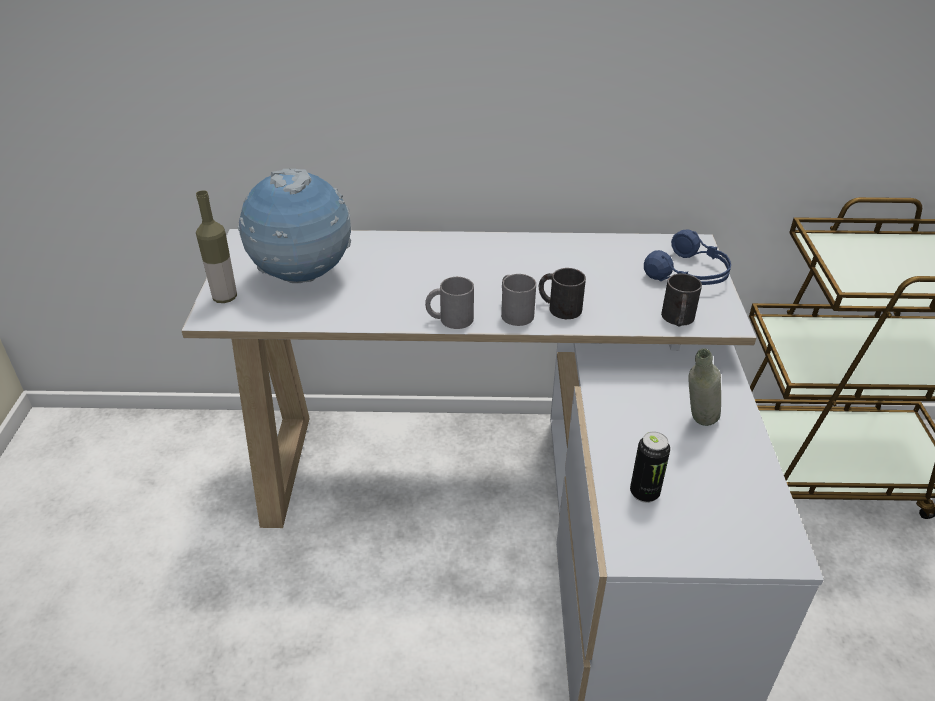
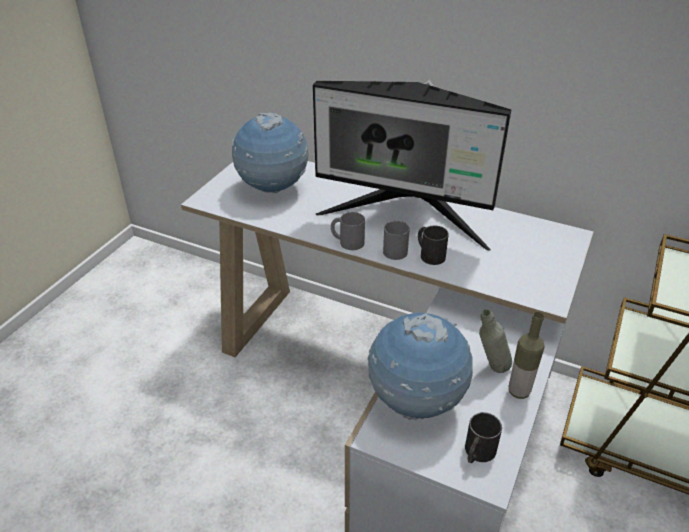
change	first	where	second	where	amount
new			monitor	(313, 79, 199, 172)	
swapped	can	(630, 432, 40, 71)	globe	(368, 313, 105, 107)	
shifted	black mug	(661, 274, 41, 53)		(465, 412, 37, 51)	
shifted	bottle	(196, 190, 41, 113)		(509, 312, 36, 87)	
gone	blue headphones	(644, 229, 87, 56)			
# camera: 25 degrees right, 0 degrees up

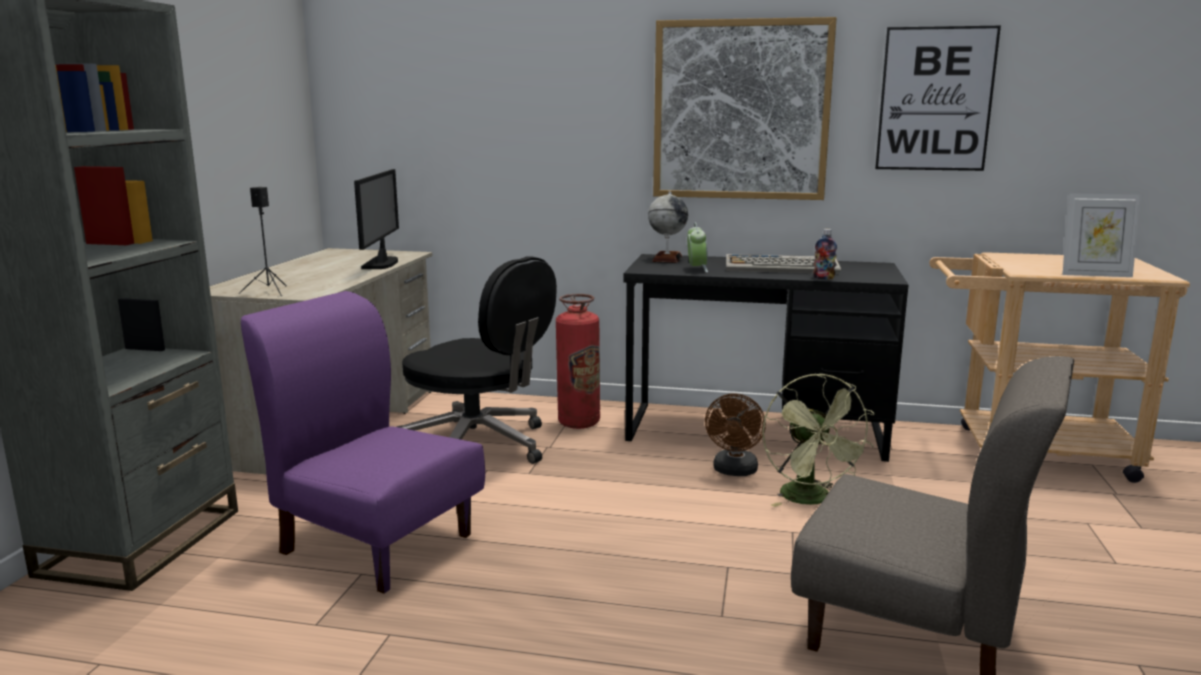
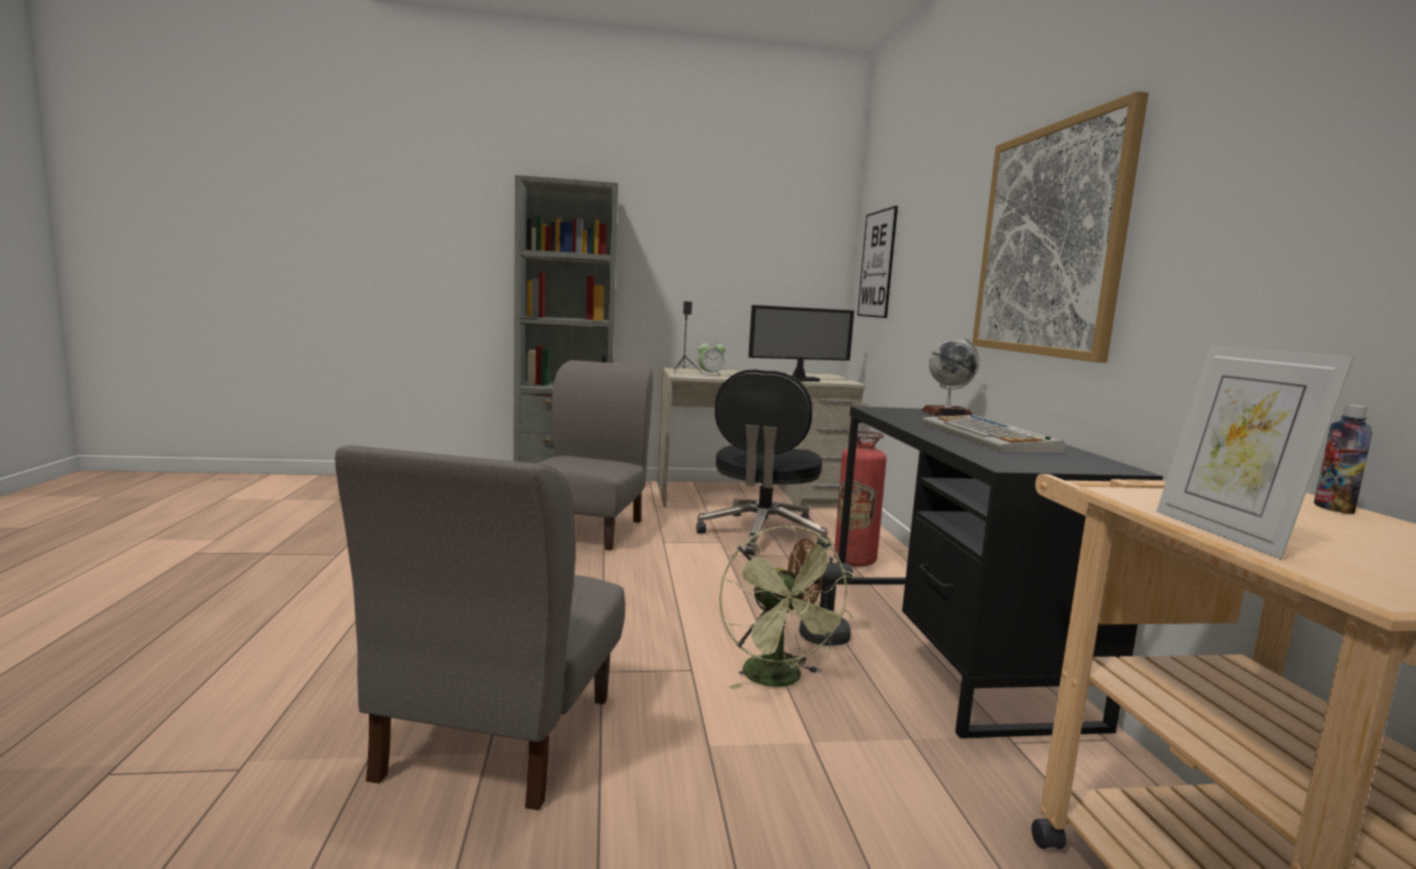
change	first	where	second	where	amount
repainted	purple chair	(241, 291, 244, 303)	grey chair	(536, 360, 117, 190)	
shifted	alarm clock	(687, 222, 21, 50)		(698, 339, 27, 37)	
rotated	green fan	(762, 373, 113, 134)		(719, 525, 136, 165)	75 degrees counterclockwise
shifted	picture	(875, 26, 126, 145)		(857, 206, 41, 112)	
shifted	bottle	(813, 229, 24, 51)		(1314, 405, 58, 109)	
# camera: 70 degrees right, 5 degrees down

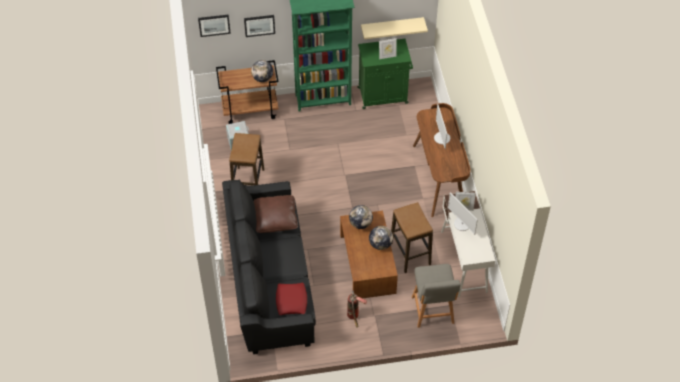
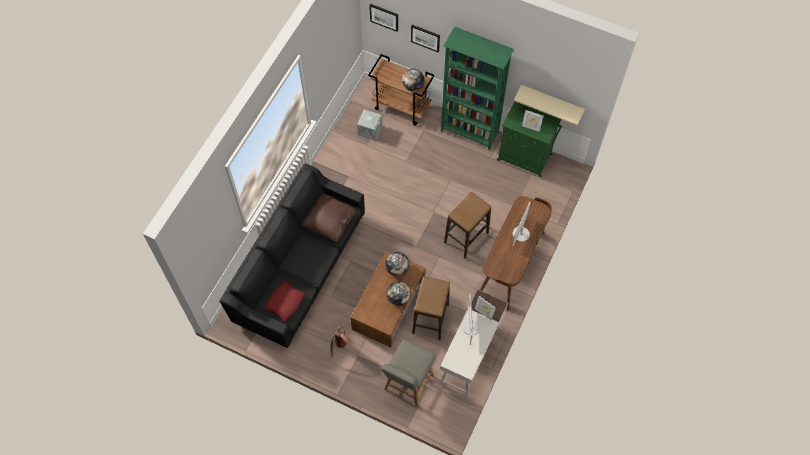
change	first	where	second	where	amount
shifted	stool	(229, 133, 35, 52)		(444, 192, 47, 66)	
# camera: 35 degrees right, 10 degrees up

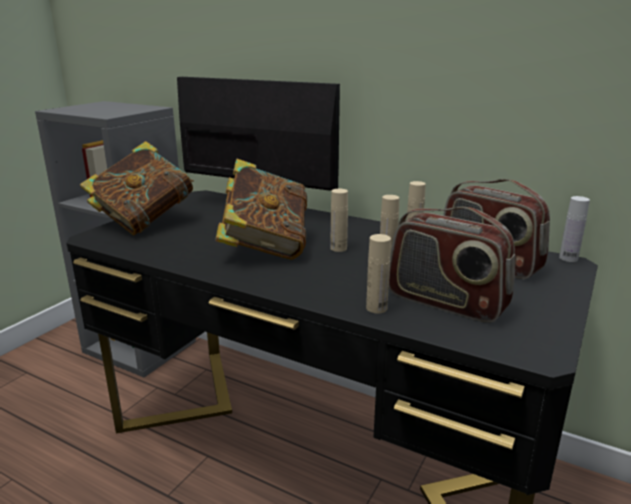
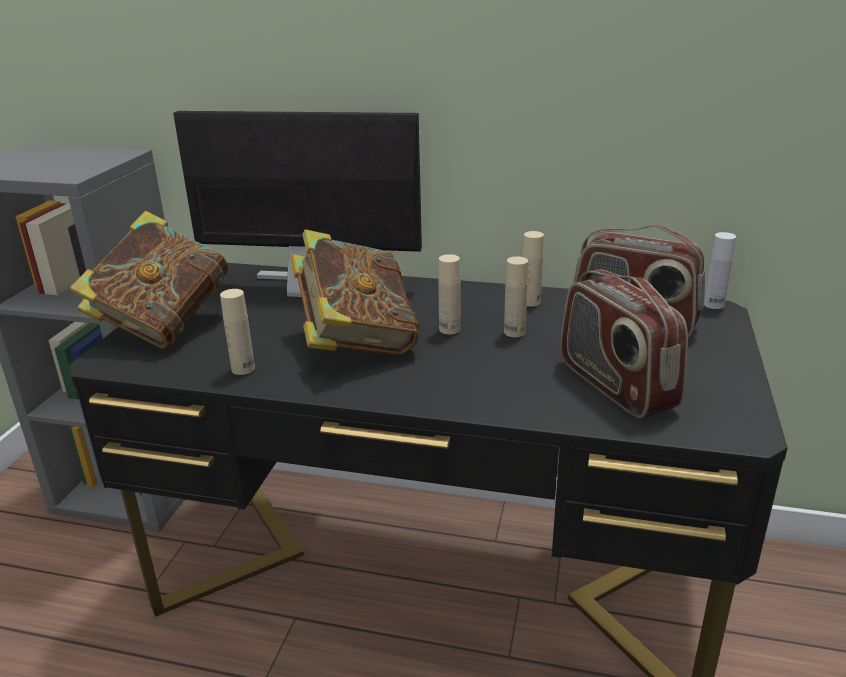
change	first	where	second	where	amount
shifted	beige bottle	(366, 234, 25, 80)		(220, 289, 35, 86)	
rotated	radio	(389, 207, 126, 116)		(560, 269, 128, 149)	45 degrees clockwise
# camera: 15 degrees left, 5 degrees up

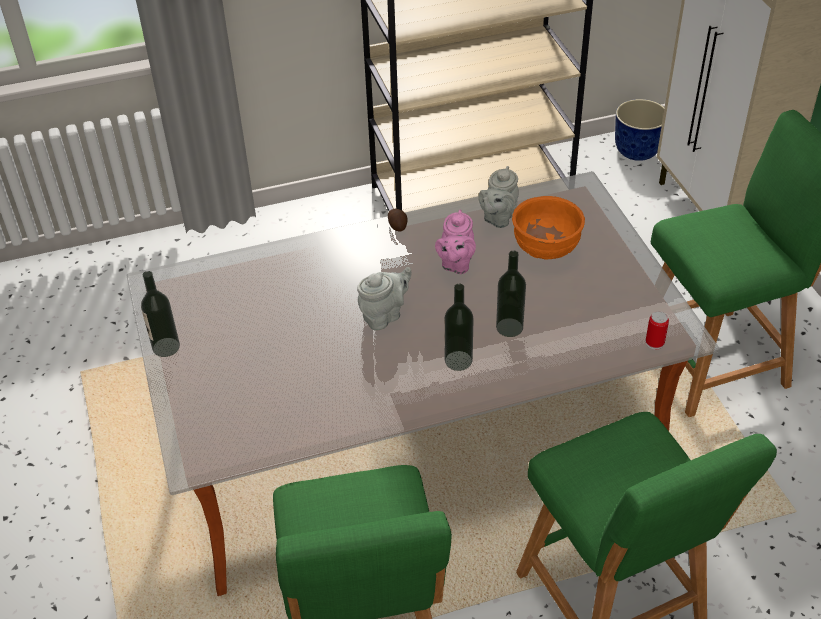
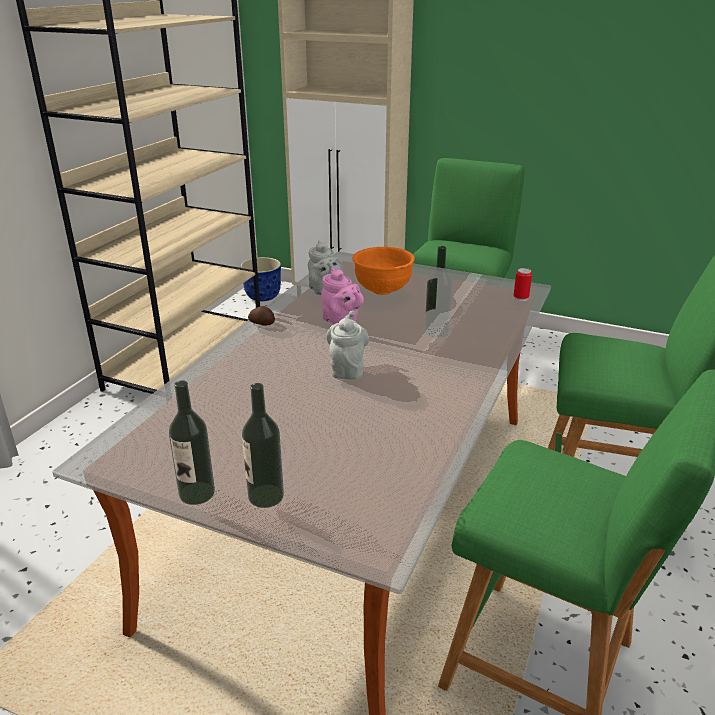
change	first	where	second	where	amount
shifted	bottle	(444, 284, 30, 87)		(242, 383, 42, 125)	
# camera: 50 degrees left, 15 degrees down

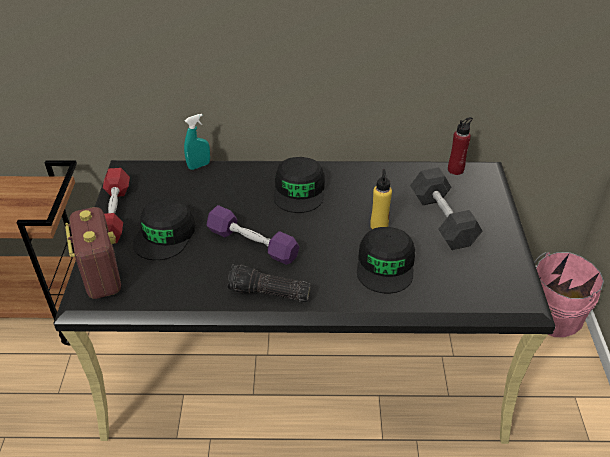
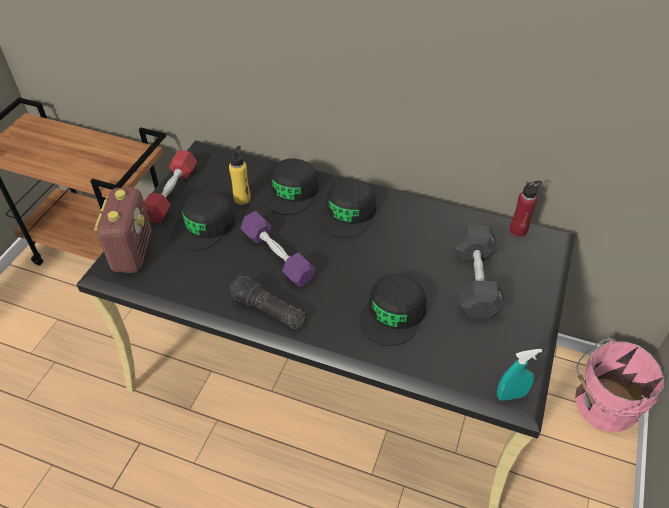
change	first	where	second	where	amount
shifted	yellow bottle	(370, 169, 22, 60)		(229, 146, 22, 59)	
new			black cap	(263, 158, 56, 57)	
shifted	turquoise spray bottle	(184, 114, 26, 56)		(497, 349, 45, 52)	
# camera: 20 degrees right, 5 degrees up

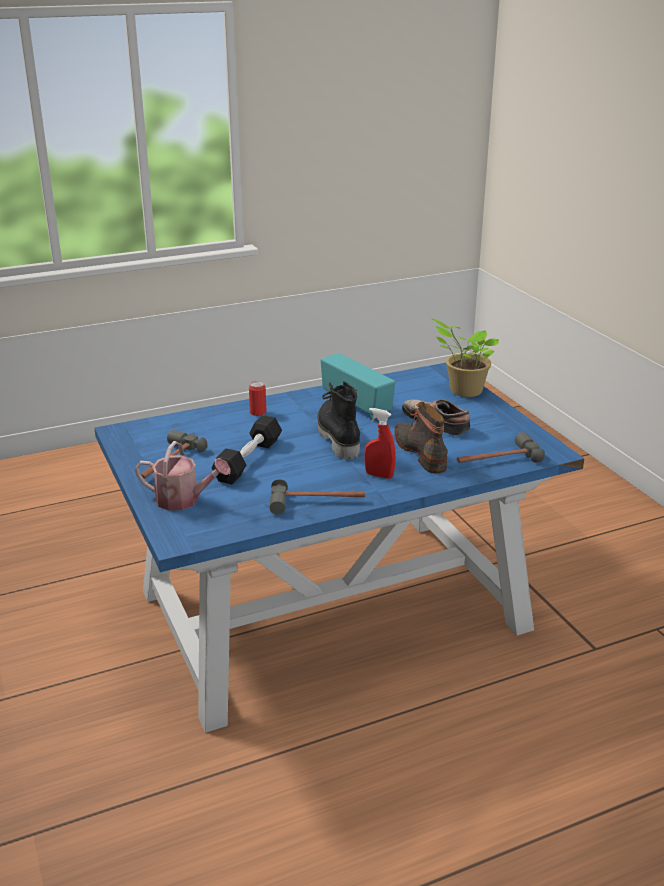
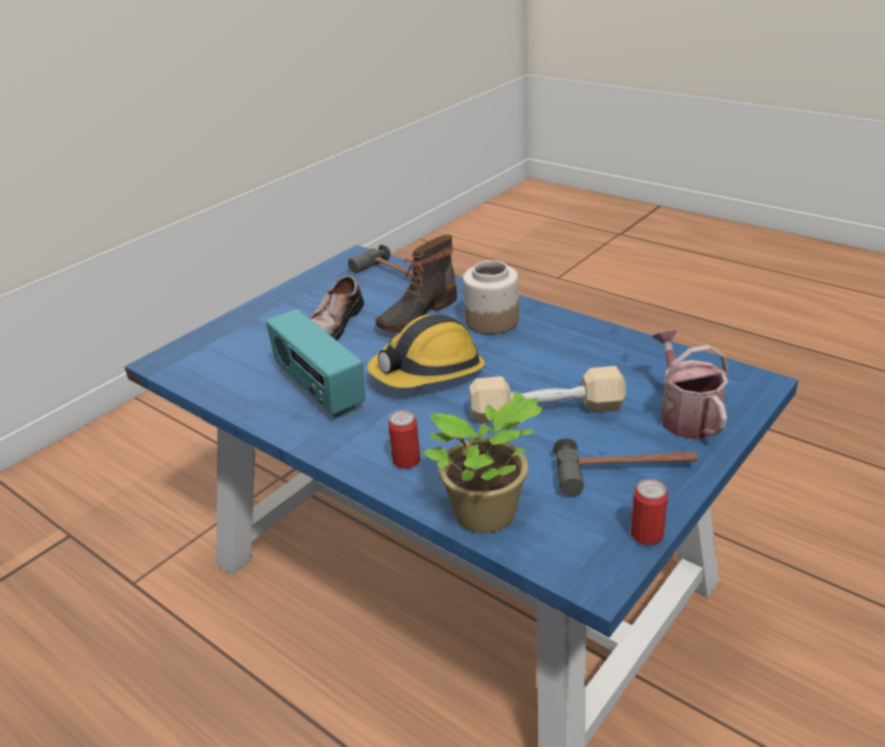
change	first	where	second	where	amount
rotated	radio	(321, 353, 74, 65)		(266, 309, 99, 109)	60 degrees counterclockwise
swapped	black boot	(317, 381, 43, 79)	hard hat	(367, 314, 118, 74)	
shifted	potted plant	(431, 318, 68, 79)		(423, 392, 120, 141)	
swapped	red spray bottle	(364, 408, 32, 71)	jar	(463, 260, 56, 74)	
repainted	black dumbbell	(211, 415, 71, 69)	beige dumbbell	(469, 366, 157, 57)	
new			can	(631, 479, 37, 66)	
gone	hammer	(270, 479, 95, 35)			
# camera: 115 degrees left, 5 degrees up

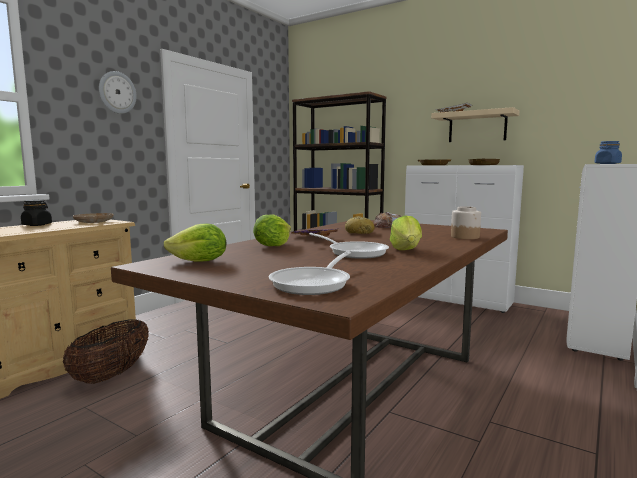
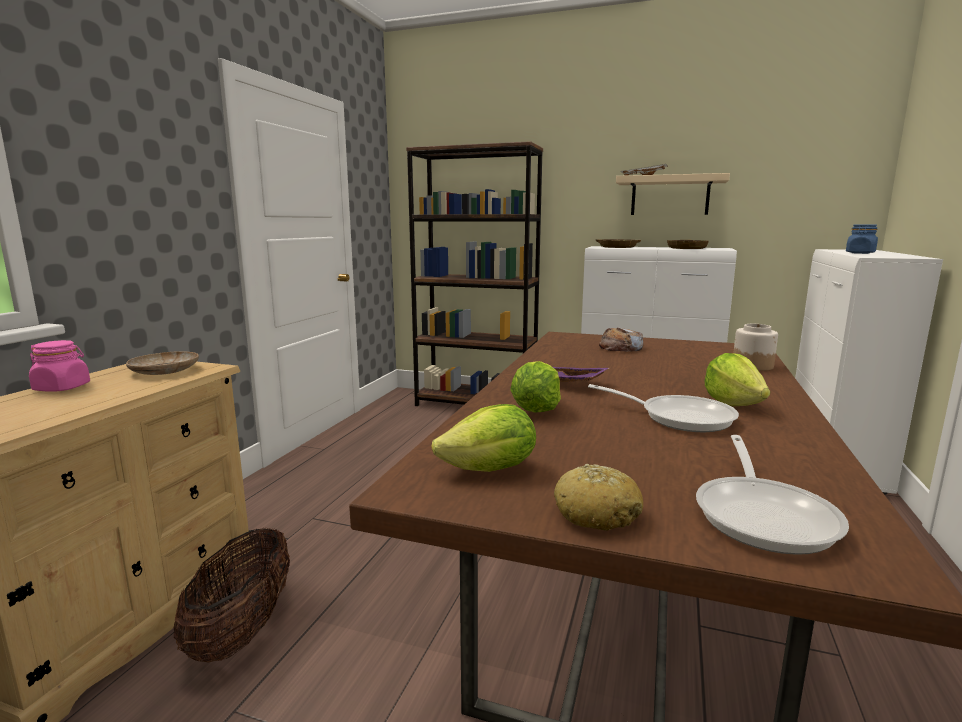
change	first	where	second	where	amount
repainted	black jar	(21, 200, 31, 26)	pink jar	(29, 340, 61, 52)	
shifted	bread	(345, 216, 30, 18)		(554, 464, 89, 67)	
gone	wall clock	(99, 71, 38, 43)			
# camera: 15 degrees left, 5 degrees up

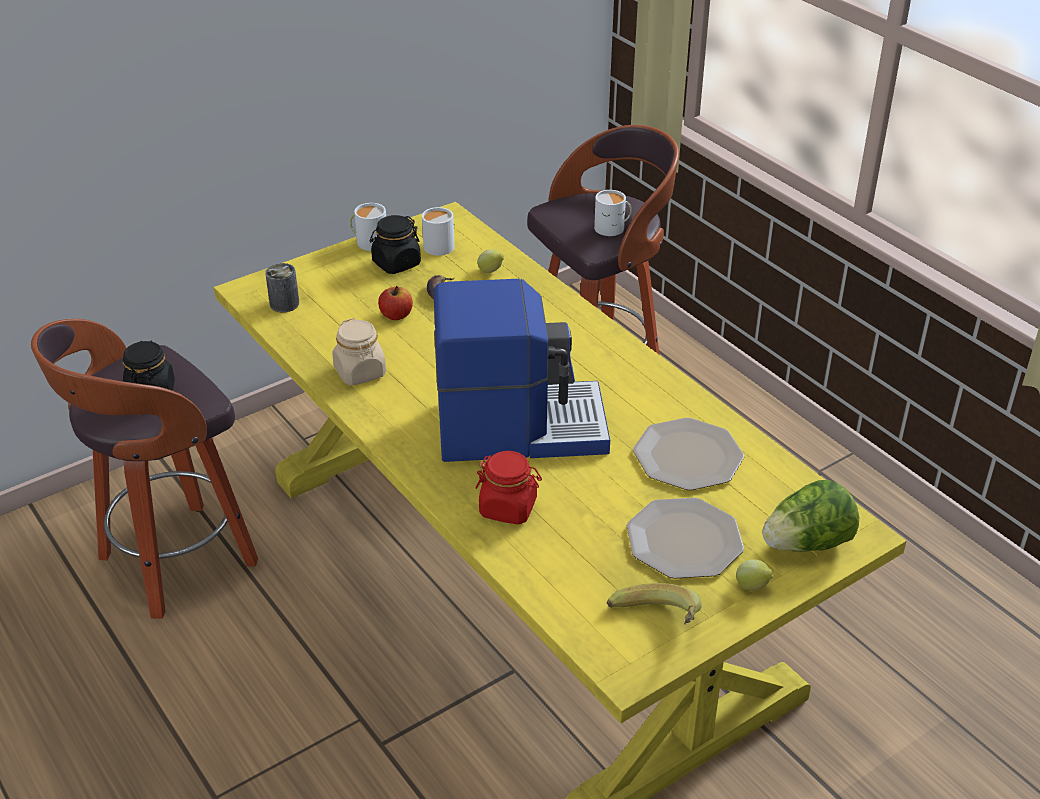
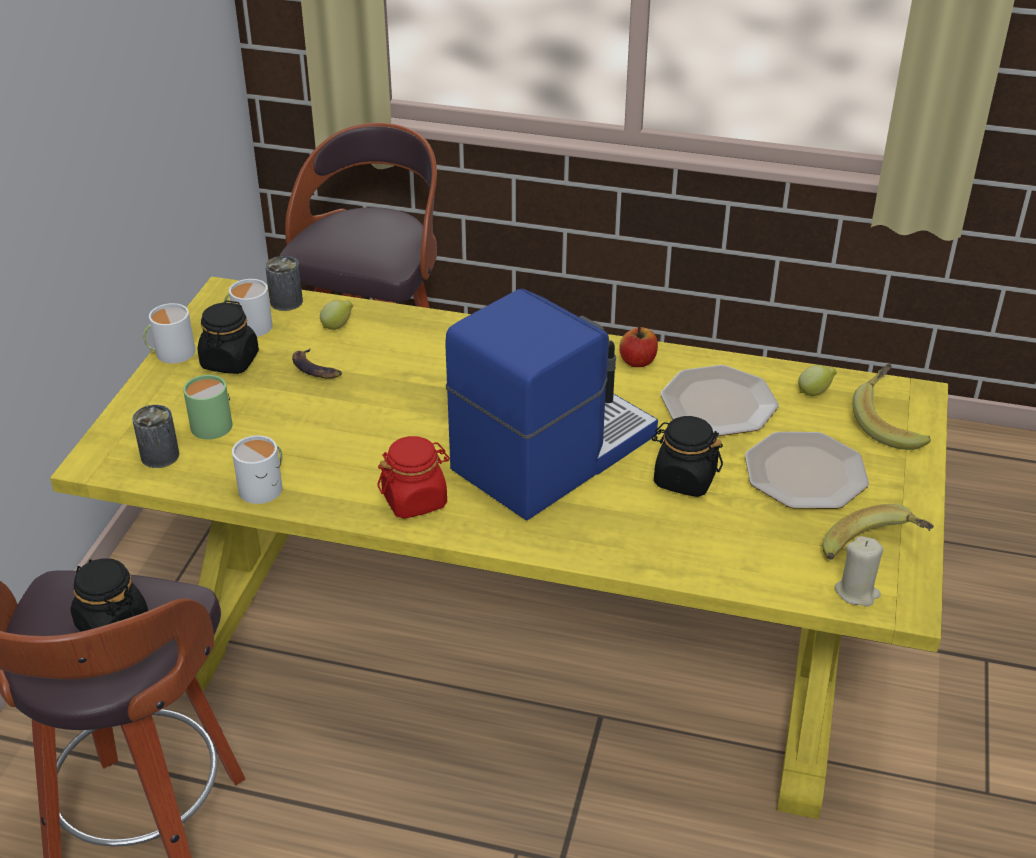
change	first	where	second	where	amount
new			green mug	(183, 375, 49, 65)	
shifted	white mug	(594, 190, 38, 46)		(232, 435, 51, 69)	
new			can	(265, 256, 38, 55)	
shifted	red jar	(476, 451, 66, 73)		(377, 436, 73, 83)	
shifted	apple	(378, 286, 35, 34)		(619, 327, 39, 40)	
new			black jar	(652, 416, 71, 81)	
shifted	lemon	(736, 559, 37, 31)		(798, 365, 39, 31)	
new			beige candle	(835, 536, 48, 70)	
swapped	lettuce	(762, 480, 97, 72)	banana	(852, 363, 79, 87)	
gone	beige jar	(332, 318, 54, 67)			
# camera: 40 degrees left, 0 degrees up

